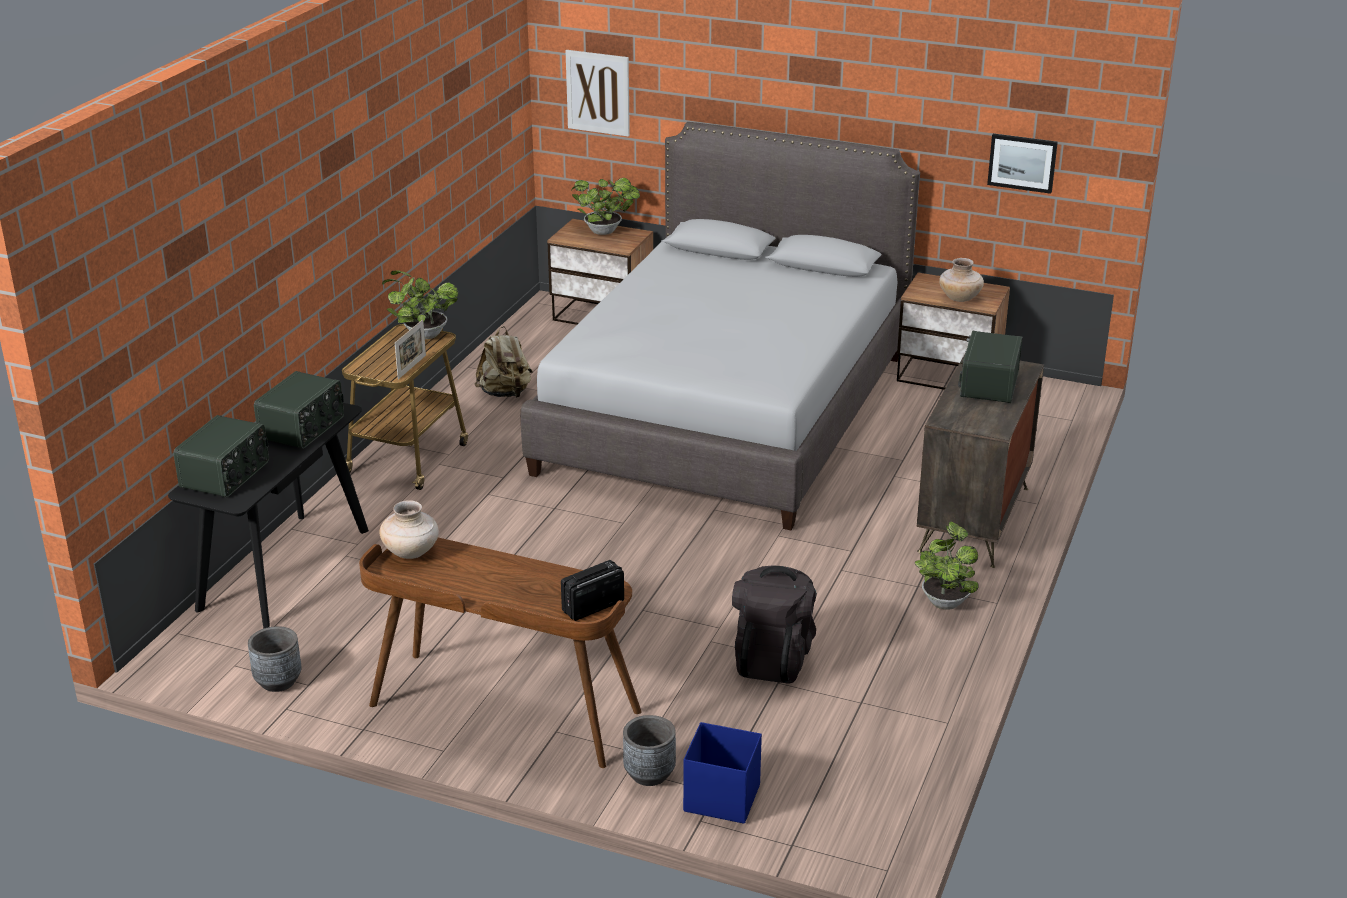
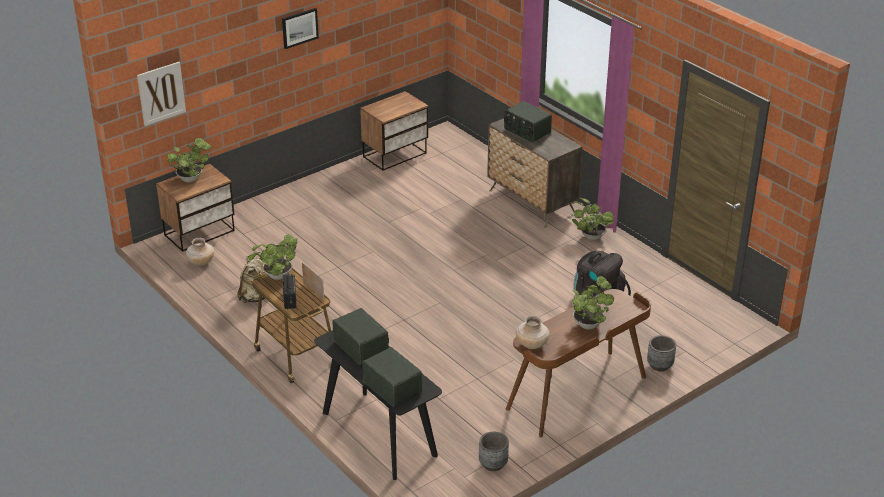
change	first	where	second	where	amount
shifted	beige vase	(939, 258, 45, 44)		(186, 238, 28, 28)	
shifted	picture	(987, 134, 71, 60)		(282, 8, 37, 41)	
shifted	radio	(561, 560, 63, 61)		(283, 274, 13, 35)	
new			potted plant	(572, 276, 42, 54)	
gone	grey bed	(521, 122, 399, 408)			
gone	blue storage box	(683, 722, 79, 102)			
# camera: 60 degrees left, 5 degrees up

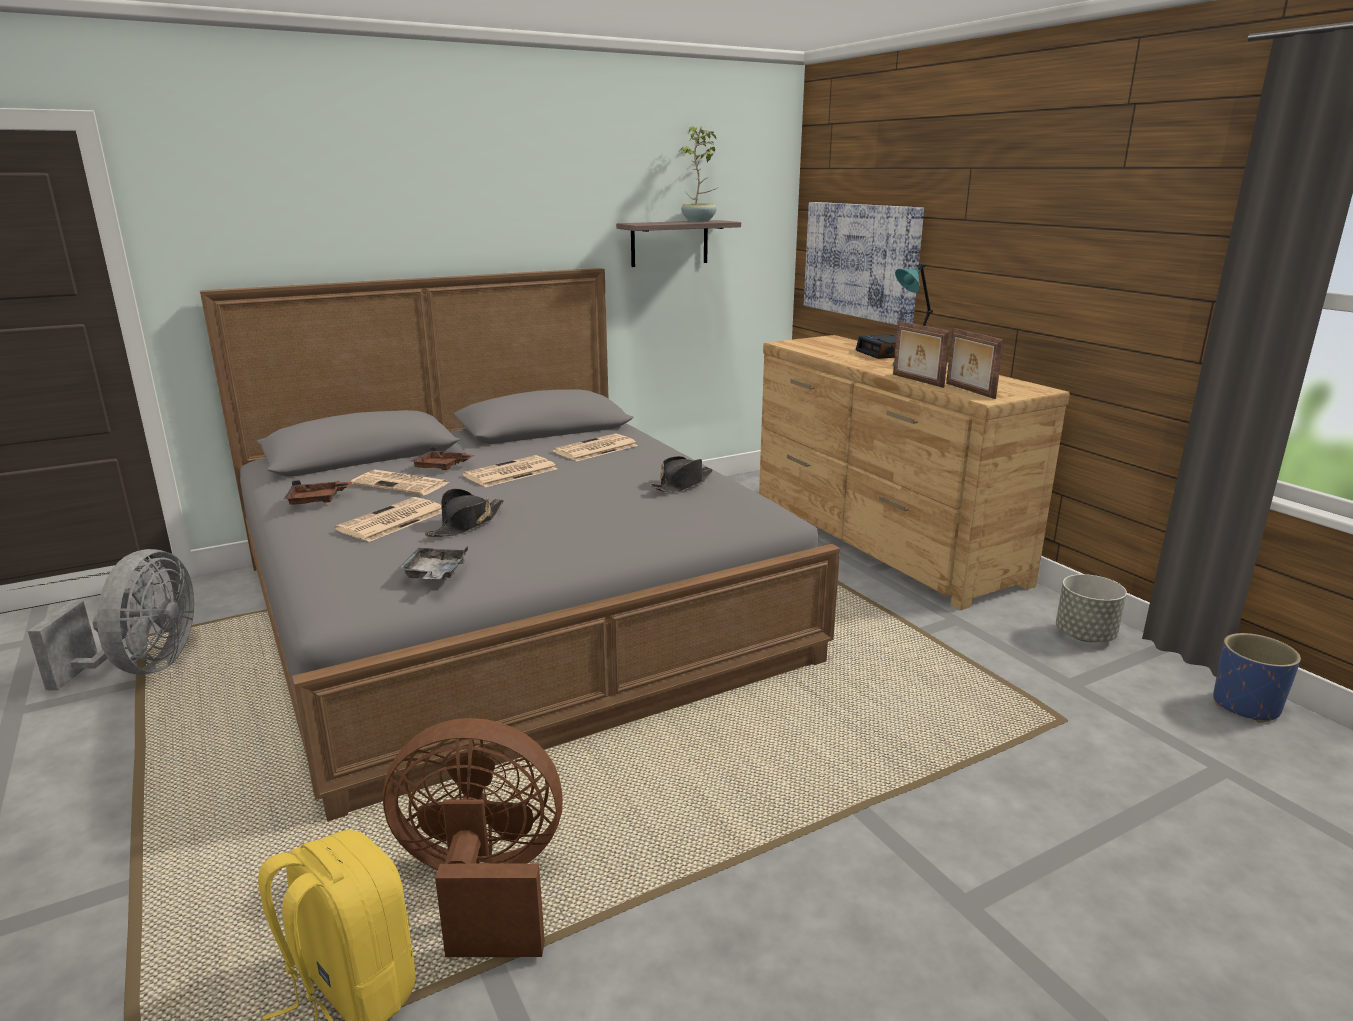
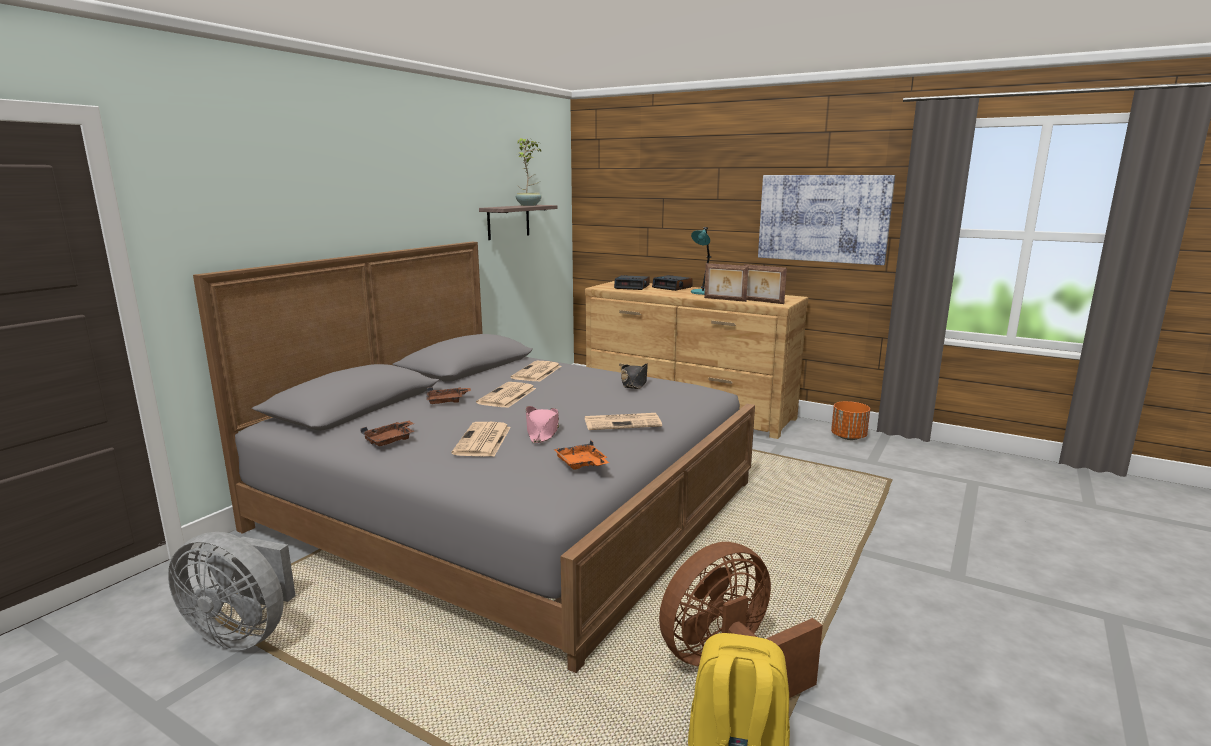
change	first	where	second	where	amount
rotated	grey fan	(28, 549, 166, 142)		(168, 532, 128, 118)	135 degrees clockwise
repainted	black hat	(425, 489, 79, 48)	pink hat	(526, 406, 33, 37)	
repainted	grey tray	(397, 546, 71, 34)	orange tray	(554, 440, 55, 30)	
shifted	newspaper	(351, 470, 99, 26)		(585, 413, 77, 17)	
new			alarm clock	(614, 275, 36, 15)	
shifted	picture	(804, 202, 120, 123)		(758, 175, 137, 90)	
repainted	grey planter	(1056, 574, 71, 68)	orange planter	(831, 401, 39, 39)	
gone	blue planter	(1213, 633, 88, 90)			
# camera: 30 degrees left, 5 degrees down

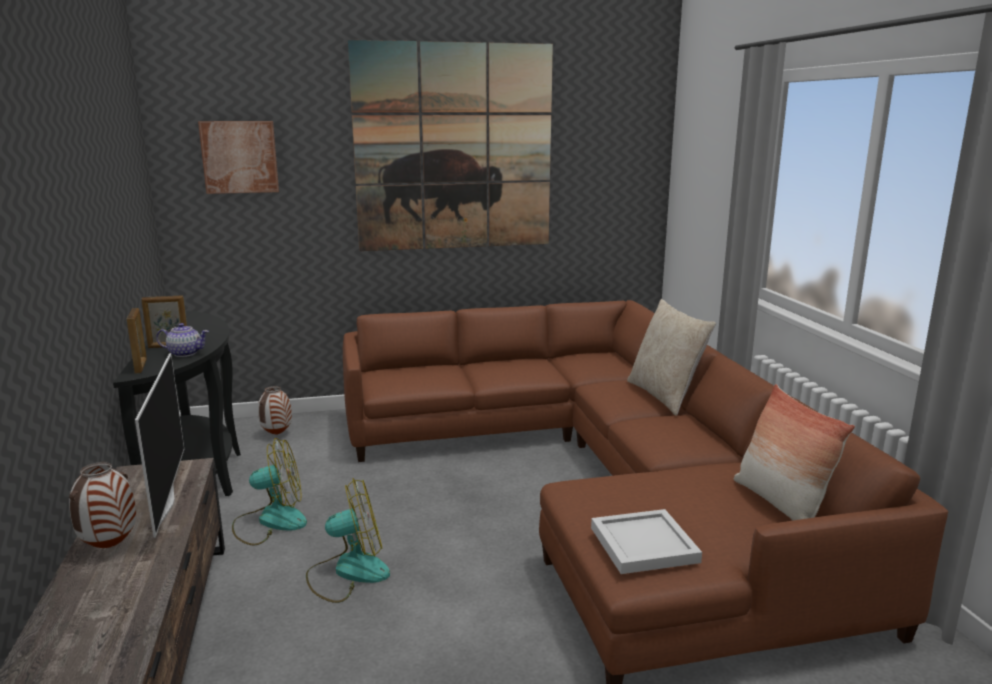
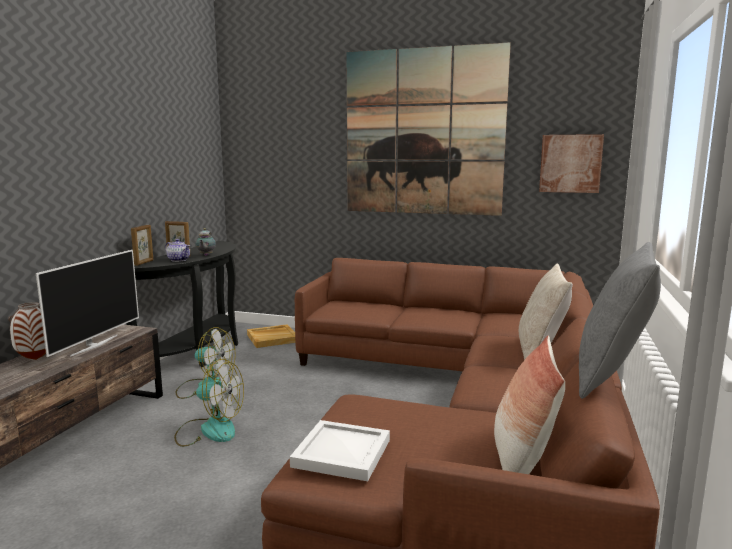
change	first	where	second	where	amount
new			teapot	(196, 228, 20, 28)	
swapped	vase	(258, 386, 34, 49)	beige tray	(247, 324, 48, 24)	
shifted	picture	(198, 121, 81, 73)		(539, 134, 65, 59)	
new			grey pillow	(579, 242, 82, 157)	
# camera: 30 degrees right, 5 degrees down

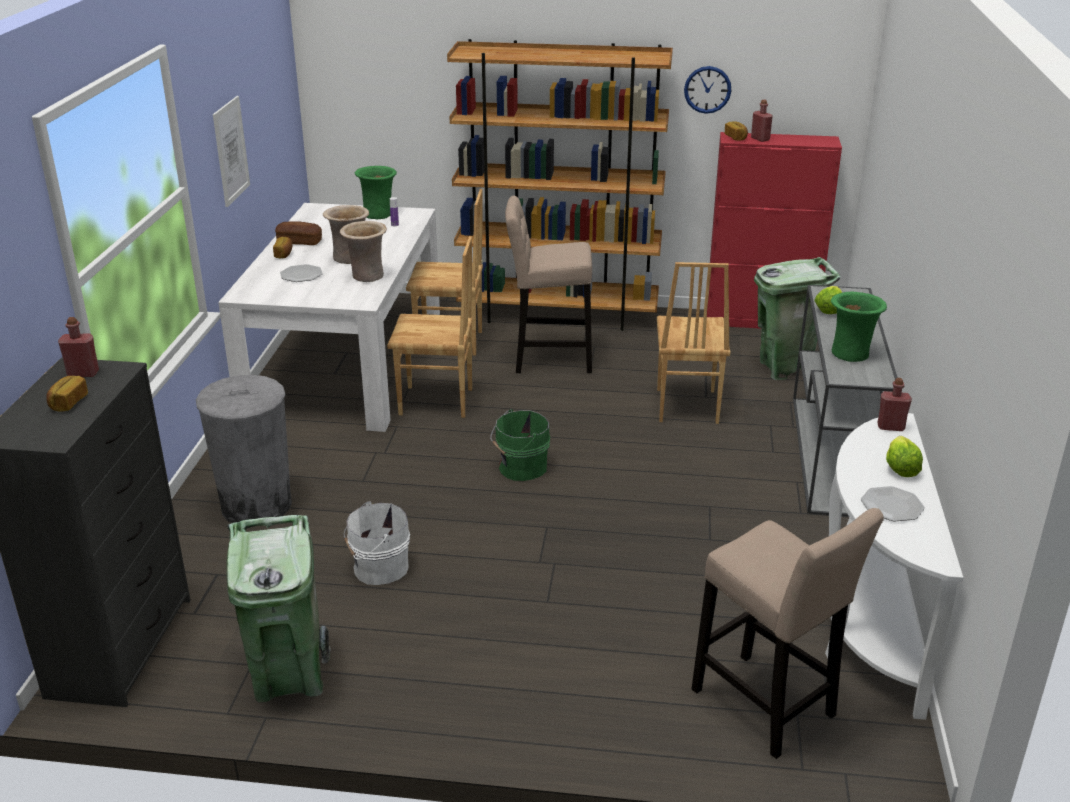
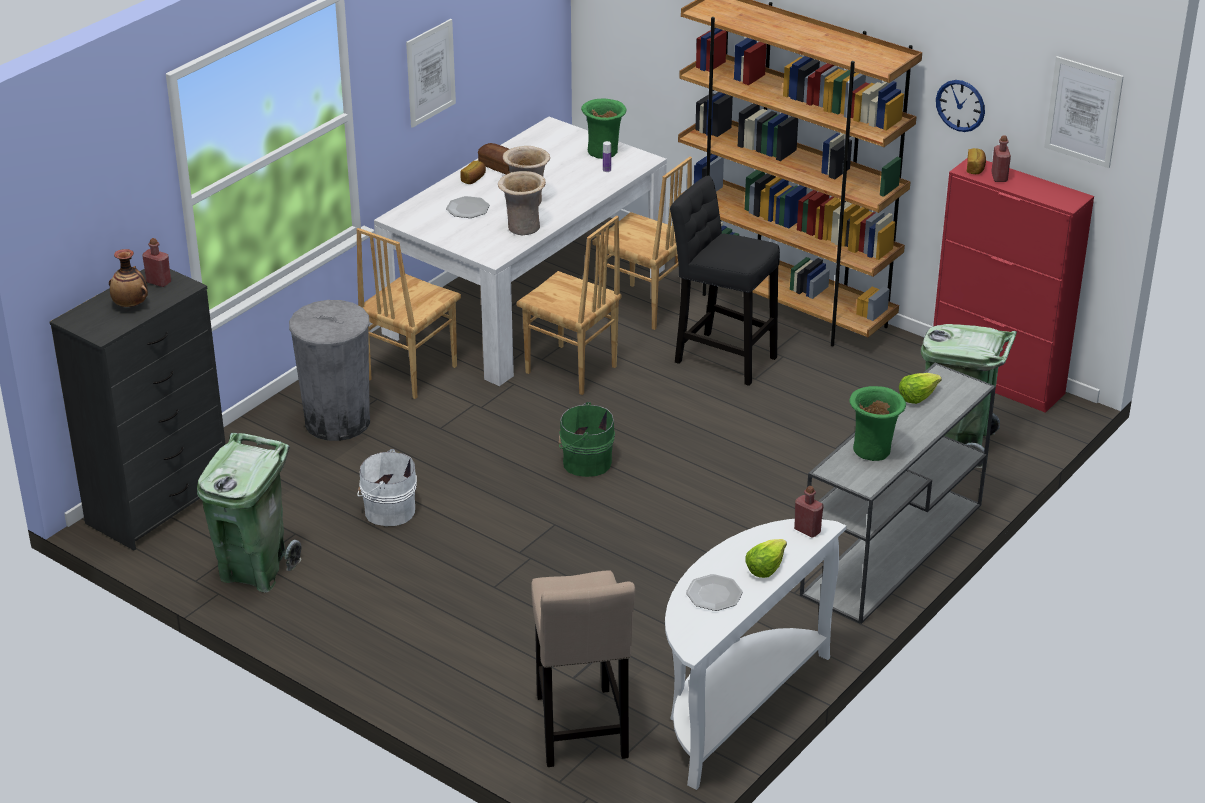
change	first	where	second	where	amount
swapped	bread	(46, 376, 42, 35)	vase	(109, 249, 39, 58)	
shifted	brown chair	(657, 262, 74, 162)		(356, 228, 105, 171)	
repainted	beige stool	(505, 196, 87, 177)	black stool	(670, 176, 110, 210)	
new			picture	(1044, 56, 80, 112)	
# camera: 30 degrees right, 5 degrees up

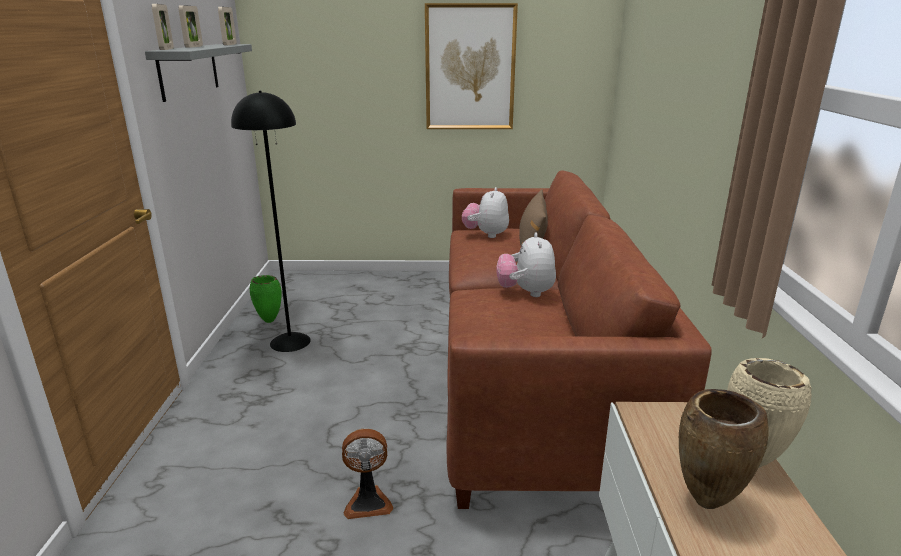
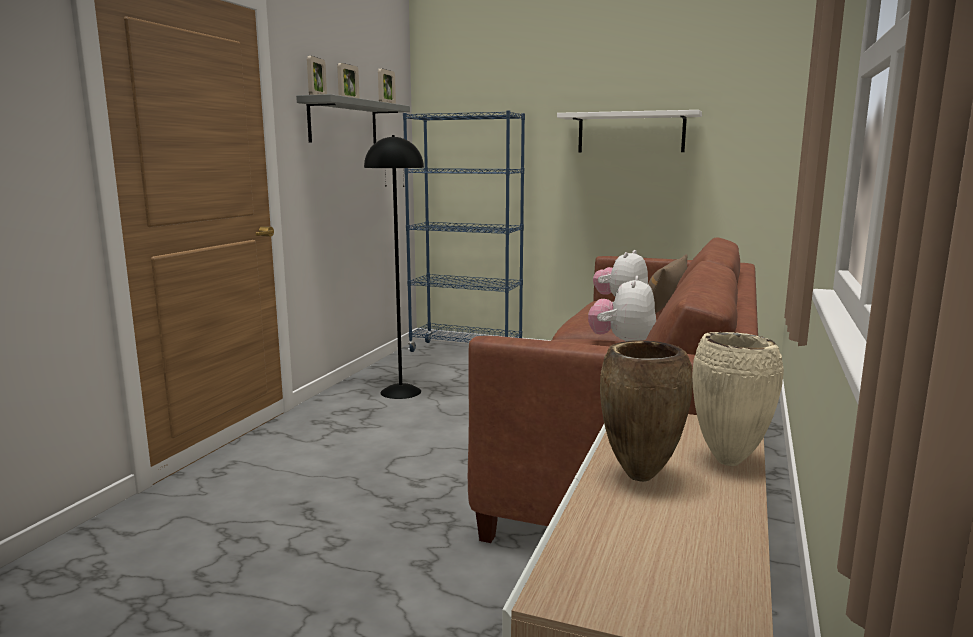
change	first	where	second	where	amount
new			blue bookcase	(403, 110, 122, 242)	
swapped	picture	(425, 3, 93, 126)	white shelf	(557, 110, 145, 42)	
gone	green vase	(250, 275, 32, 48)			
gone	fan	(342, 429, 51, 90)			
# camera: 20 degrees right, 10 degrees down

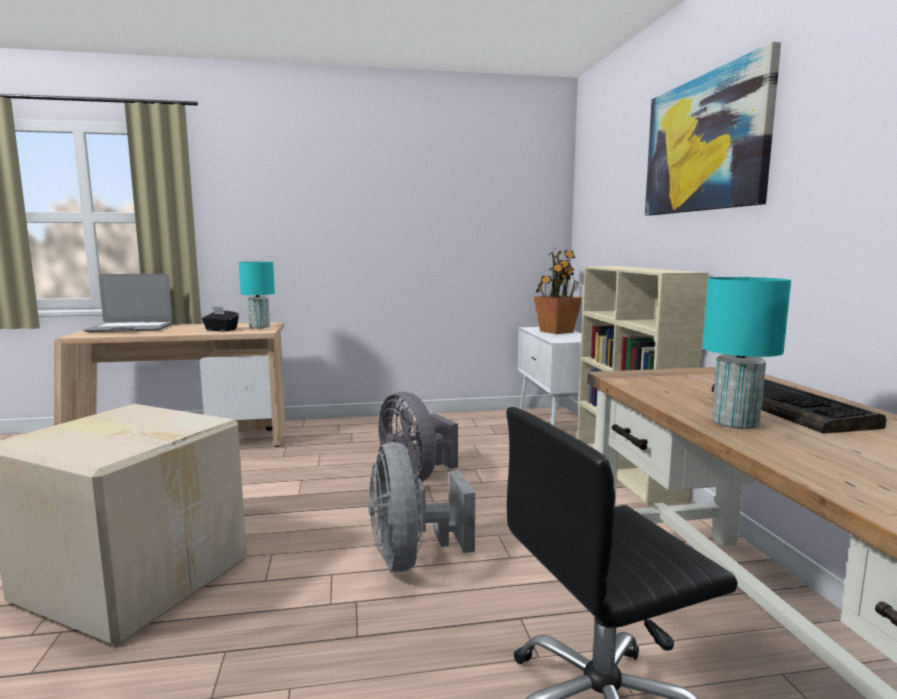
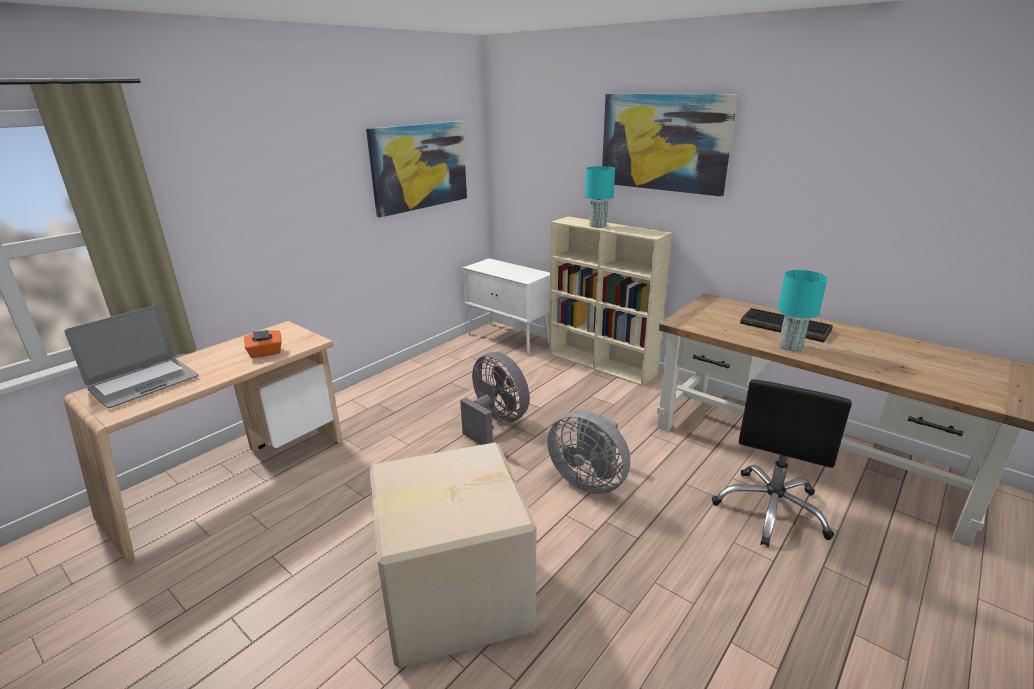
change	first	where	second	where	amount
repainted	black tissue box	(202, 306, 37, 25)	orange tissue box	(244, 330, 38, 28)	
new			picture	(366, 121, 101, 97)	
rotated	grey fan	(378, 392, 80, 92)		(460, 352, 70, 93)	150 degrees counterclockwise
shifted	turquoise table lamp	(239, 262, 36, 67)		(585, 166, 30, 62)	
gone	potted plant	(534, 250, 48, 84)			
# camera: 40 degrees left, 15 degrees up

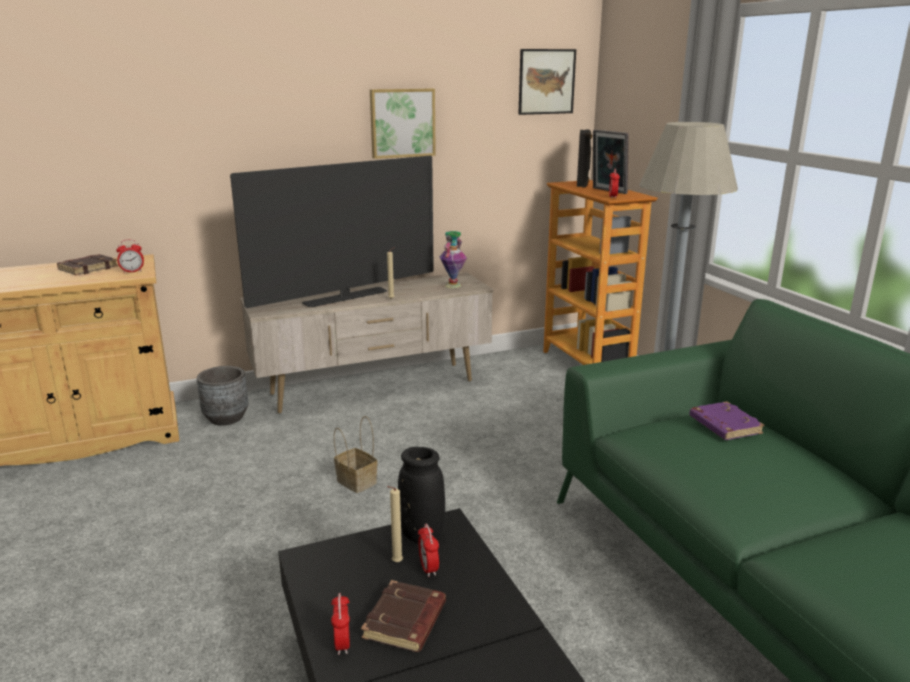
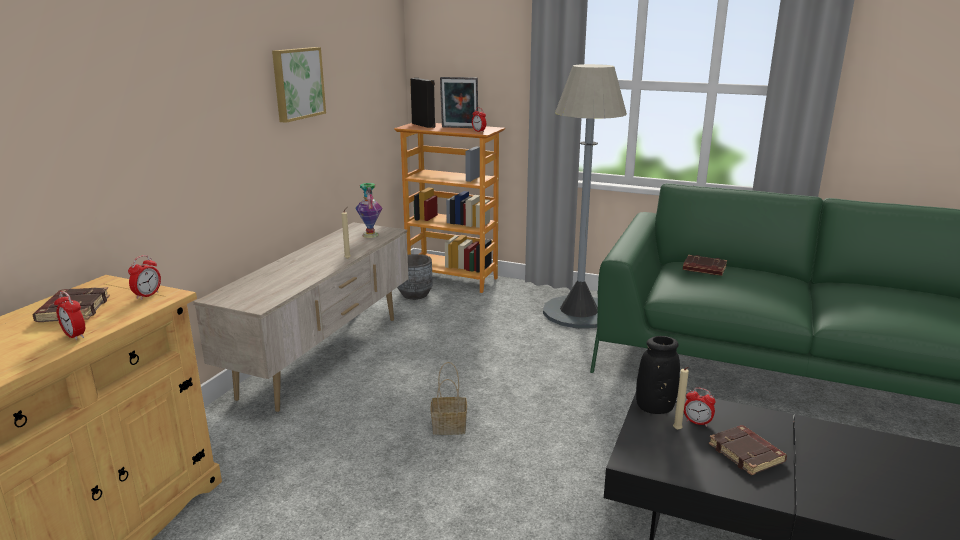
change	first	where	second	where	amount
shifted	alarm clock	(331, 593, 19, 62)		(54, 291, 31, 49)	
shifted	grey planter	(197, 366, 51, 60)		(397, 254, 36, 46)	
repainted	purple book	(689, 402, 76, 38)	brown book	(683, 255, 44, 21)	
gone	television	(230, 156, 204, 152)			
gone	picture	(518, 49, 58, 66)			
# camera: 45 degrees left, 0 degrees up

